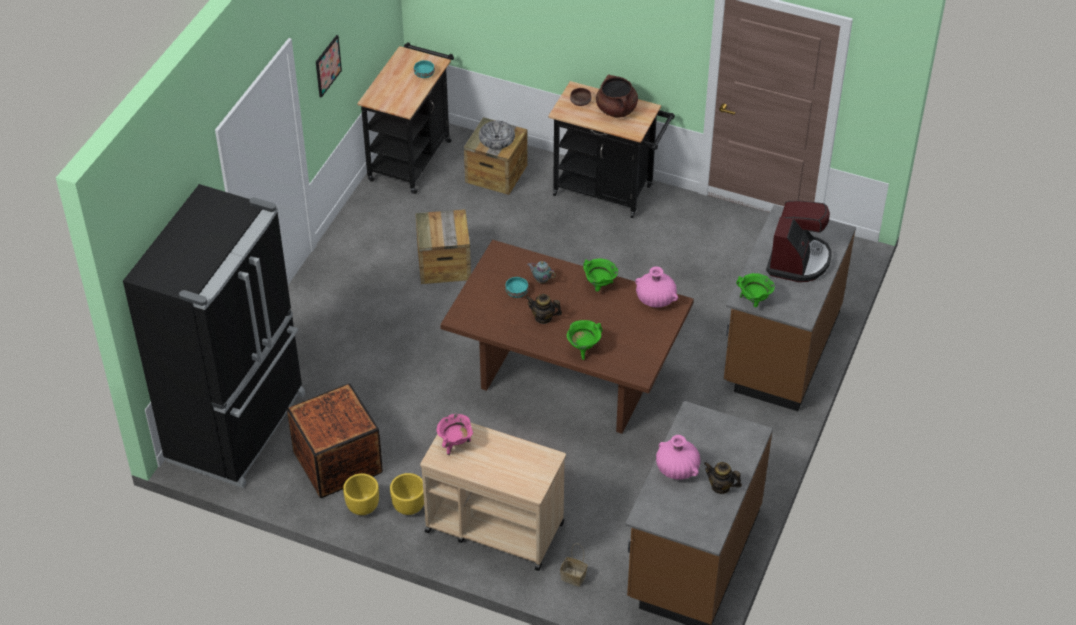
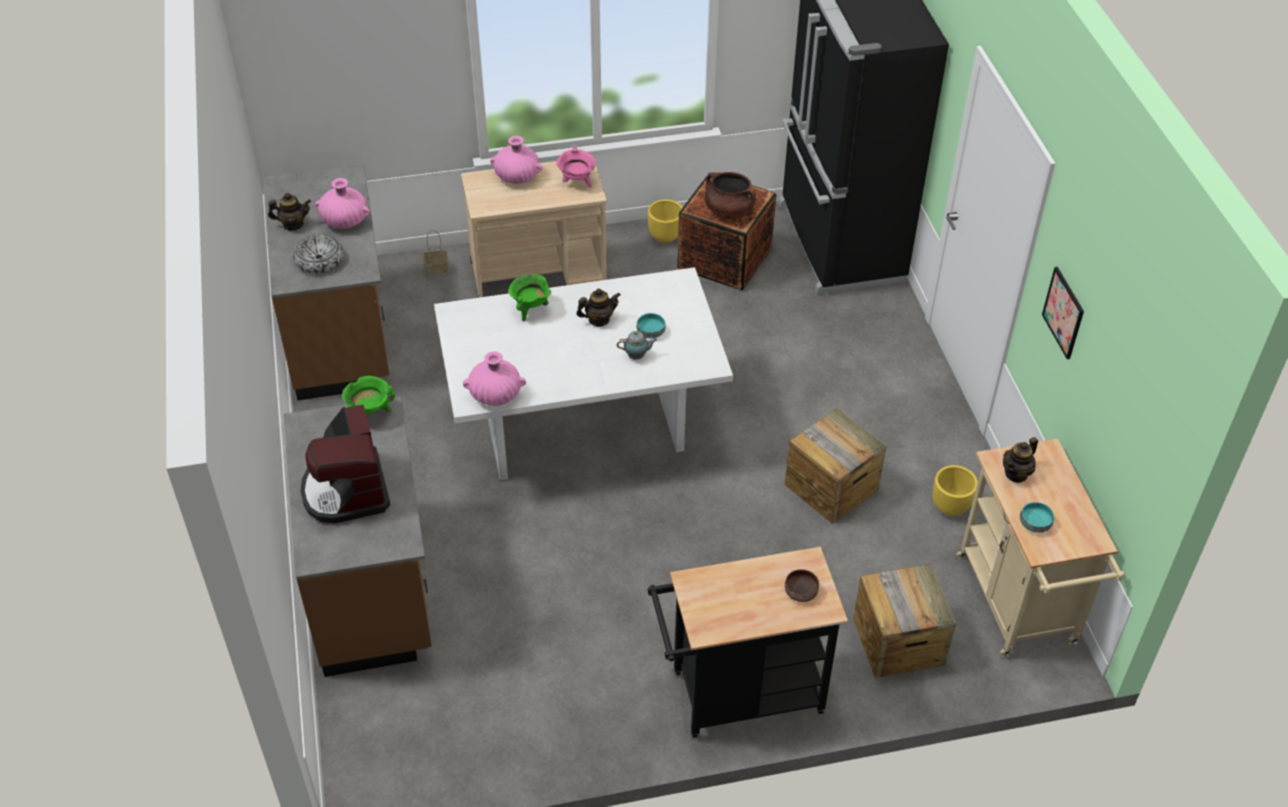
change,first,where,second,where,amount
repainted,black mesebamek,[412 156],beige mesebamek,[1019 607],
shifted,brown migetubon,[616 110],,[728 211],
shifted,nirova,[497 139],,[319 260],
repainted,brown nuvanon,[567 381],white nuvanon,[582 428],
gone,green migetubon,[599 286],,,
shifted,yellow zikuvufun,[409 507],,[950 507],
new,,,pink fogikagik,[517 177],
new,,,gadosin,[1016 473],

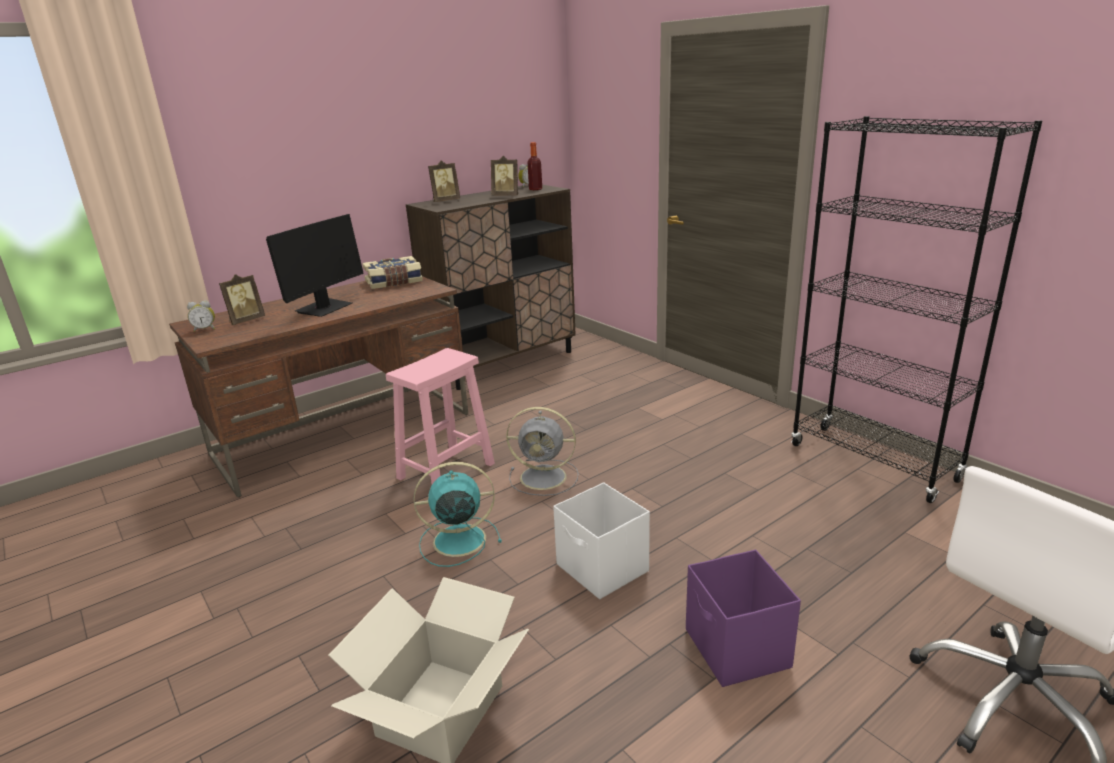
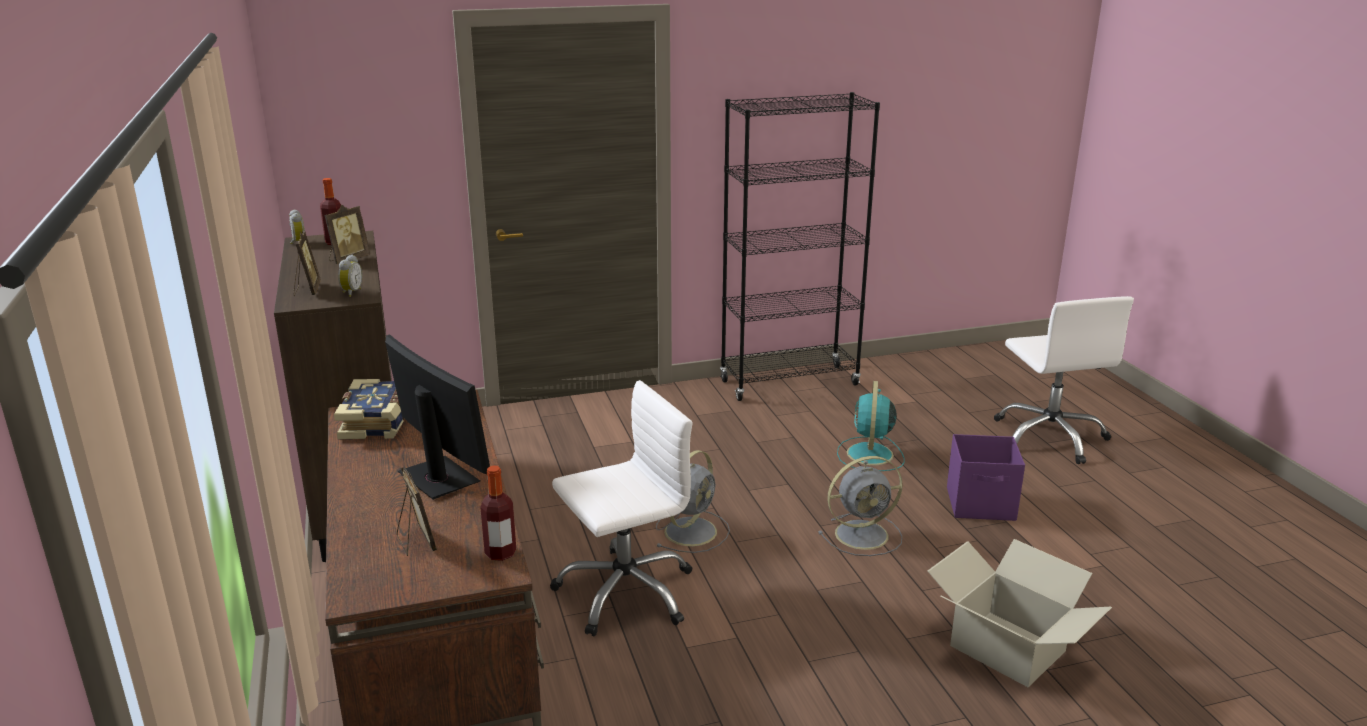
change,first,where,second,where,amount
shifted,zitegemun,[205 329],,[350 292],
swapped,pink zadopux,[445 472],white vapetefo,[625 592],
shifted,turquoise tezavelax,[457 540],,[870 455],
swapped,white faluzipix,[602 569],grey tezavelax,[864 534],
new,,,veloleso,[500 553],

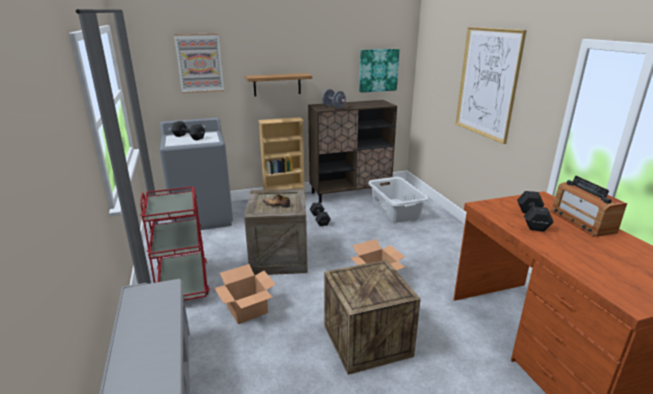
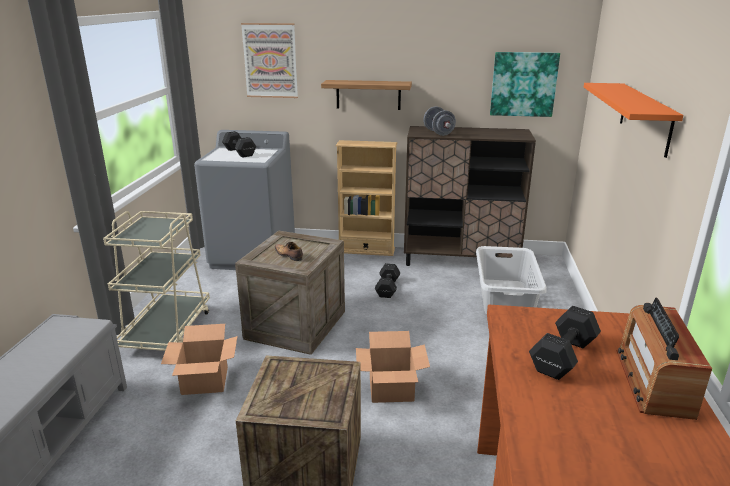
change,first,where,second,where,amount
swapped,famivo,[487 83],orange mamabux,[645 117],
repainted,red mesebamek,[183 284],beige mesebamek,[167 330],

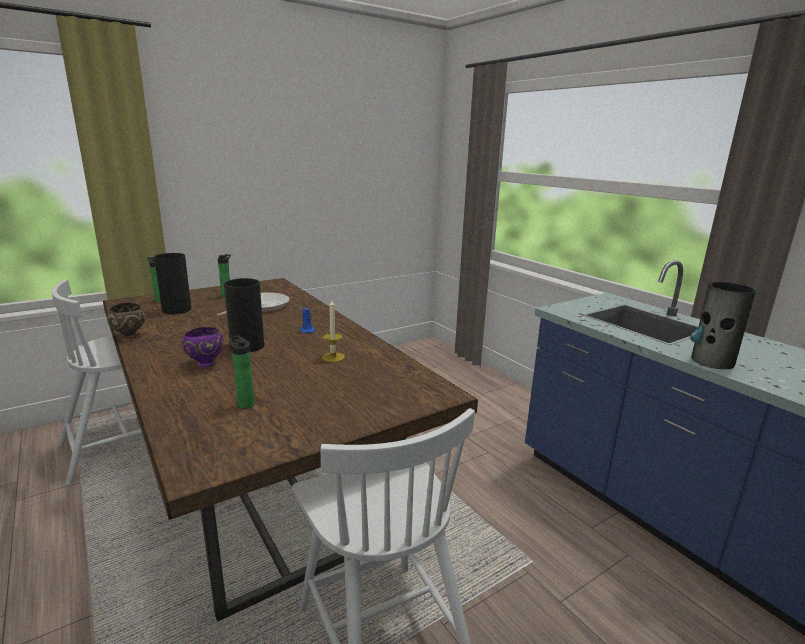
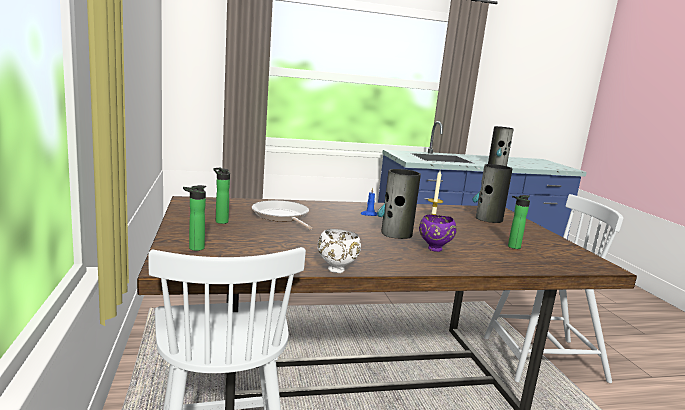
change,first,where,second,where,amount
shifted,fogikagik,[176 309],,[488 219],
repainted,brown nirova,[129 336],white nirova,[337 270],

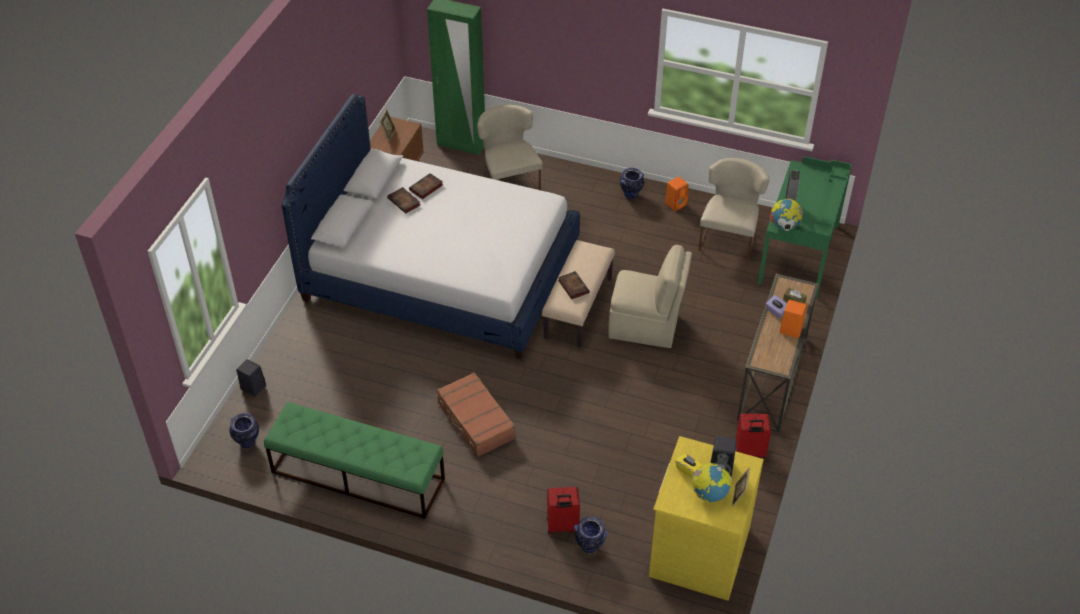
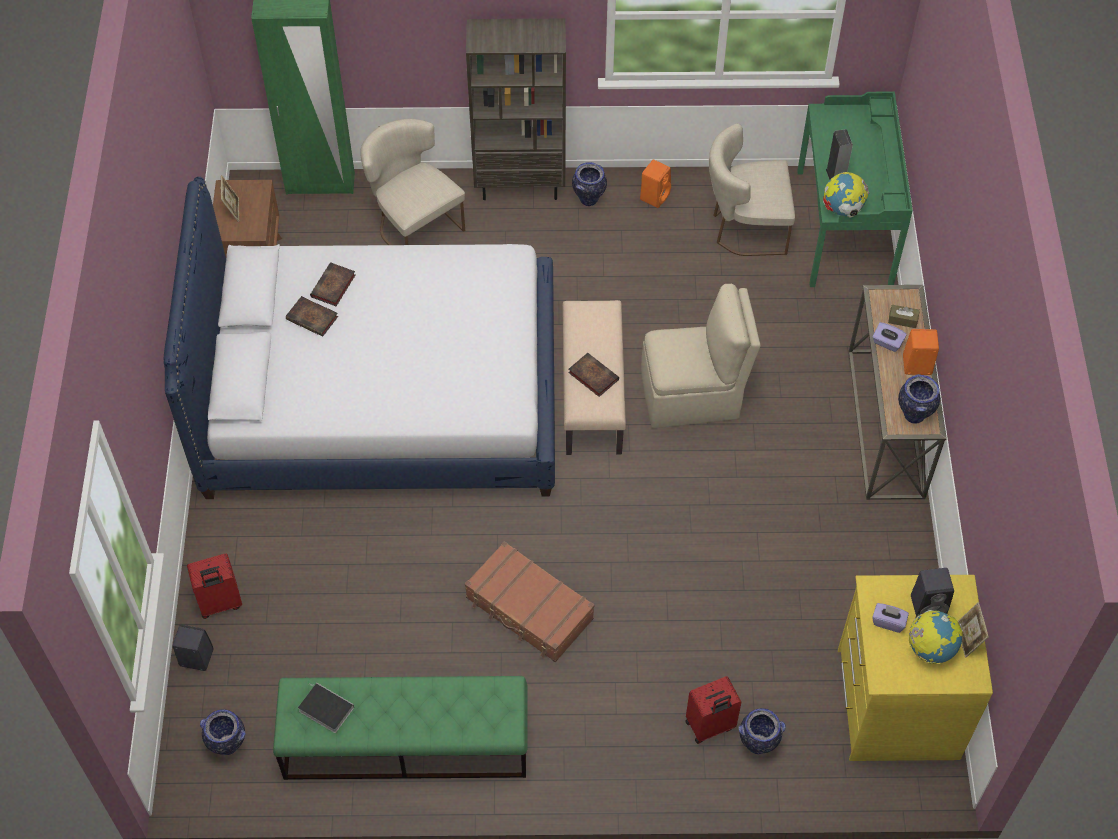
change,first,where,second,where,amount
rotated,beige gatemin,[729 237],,[745 228],90 degrees counterclockwise
shifted,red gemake,[749 452],,[220 604],
repainted,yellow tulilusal,[688 469],purple tulilusal,[888 622],
new,,,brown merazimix,[520 185],
new,,,fogikagik,[913 414],
new,,,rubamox,[324 709],

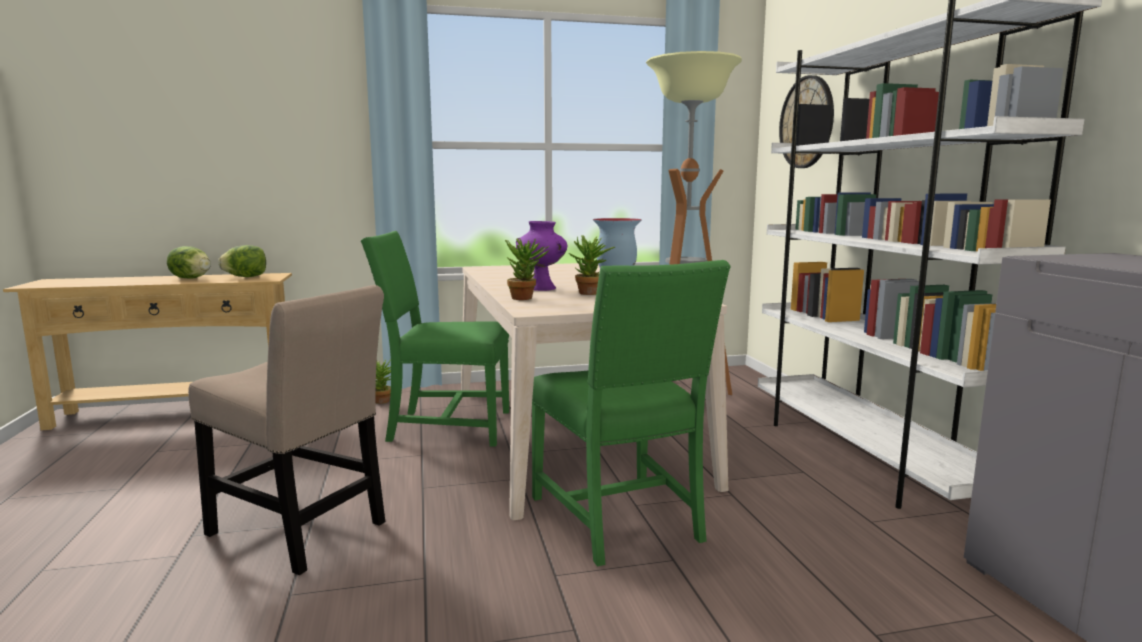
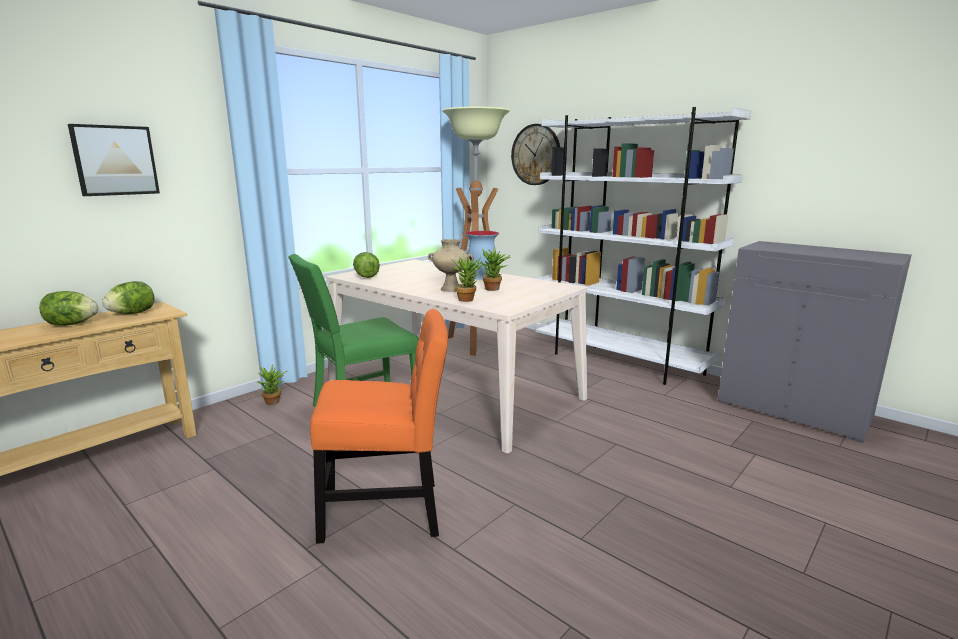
change,first,where,second,where,amount
repainted,purple fogikagik,[542 288],beige fogikagik,[451 289],
gone,green gatemin,[621 519],,,
repainted,beige gatemin,[301 532],orange gatemin,[388 511],
new,,,famivo,[115 160],
new,,,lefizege,[366 276],

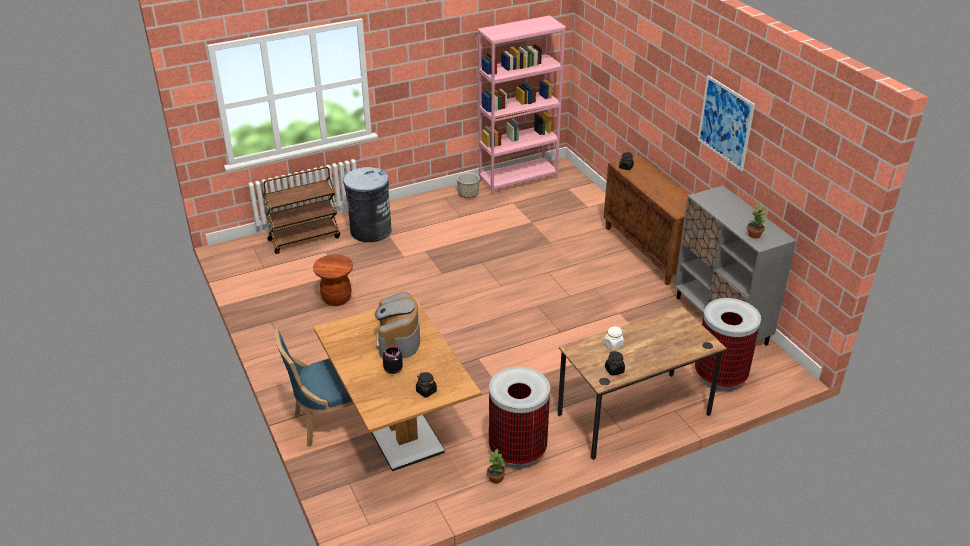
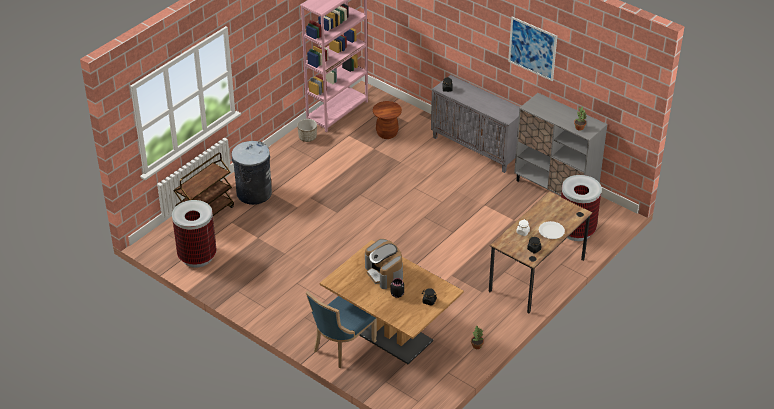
change,first,where,second,where,amount
repainted,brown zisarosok,[649 251],grey zisarosok,[477 148],
shifted,brown zadopux,[336 298],,[387 133],
shifted,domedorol,[517 450],,[197 256],
new,,,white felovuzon,[551 231],

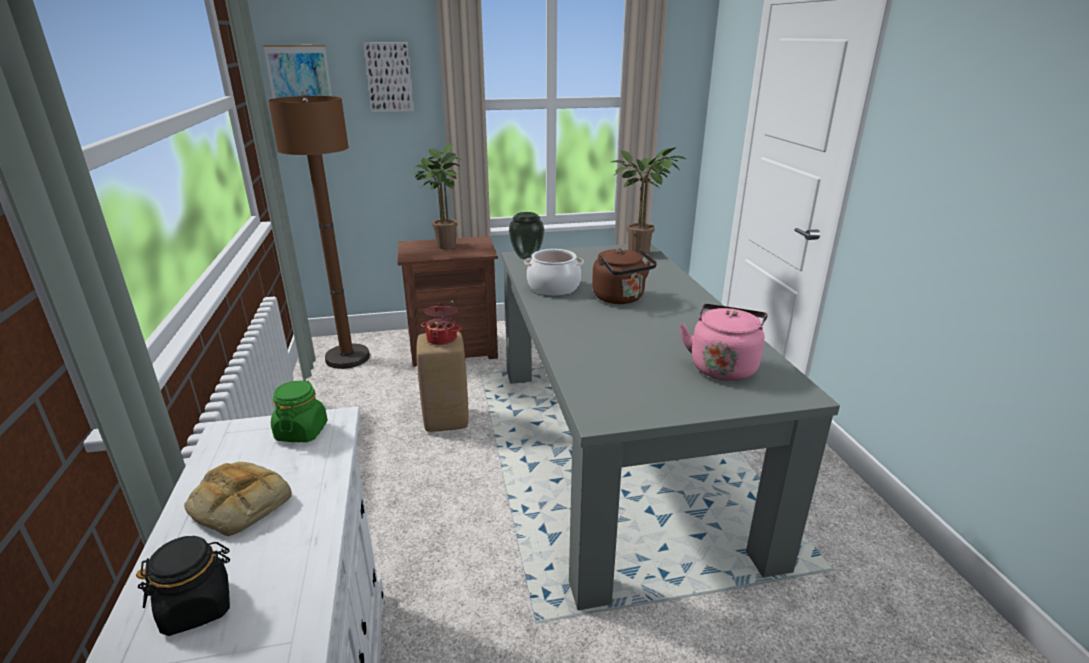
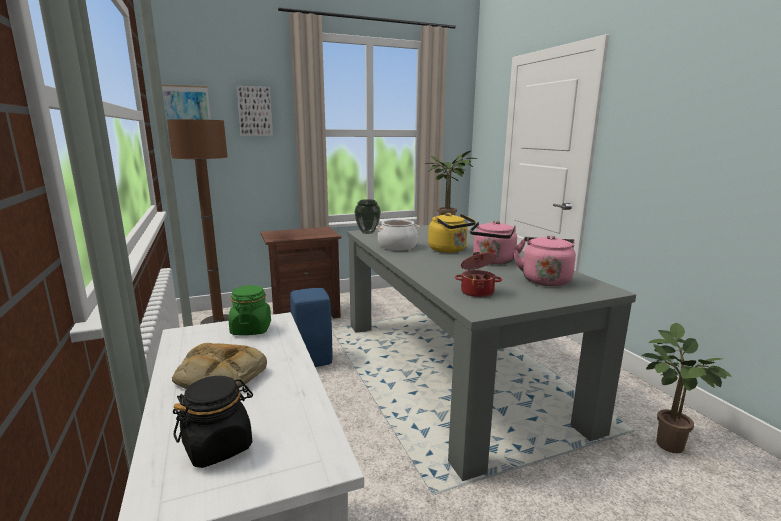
change,first,where,second,where,amount
shifted,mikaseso,[444 245],,[664 443],
repainted,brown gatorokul,[620 298],yellow gatorokul,[449 250],
shifted,migetubon,[442 338],,[477 292],
repainted,beige zadopux,[445 420],blue zadopux,[312 360],
new,,,pink gatorokul,[493 261],

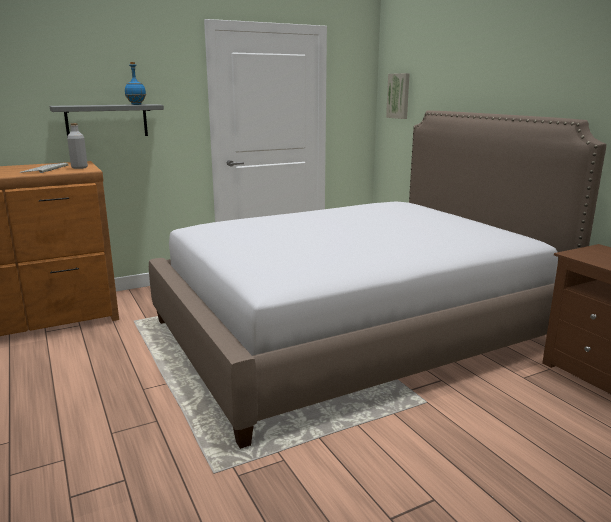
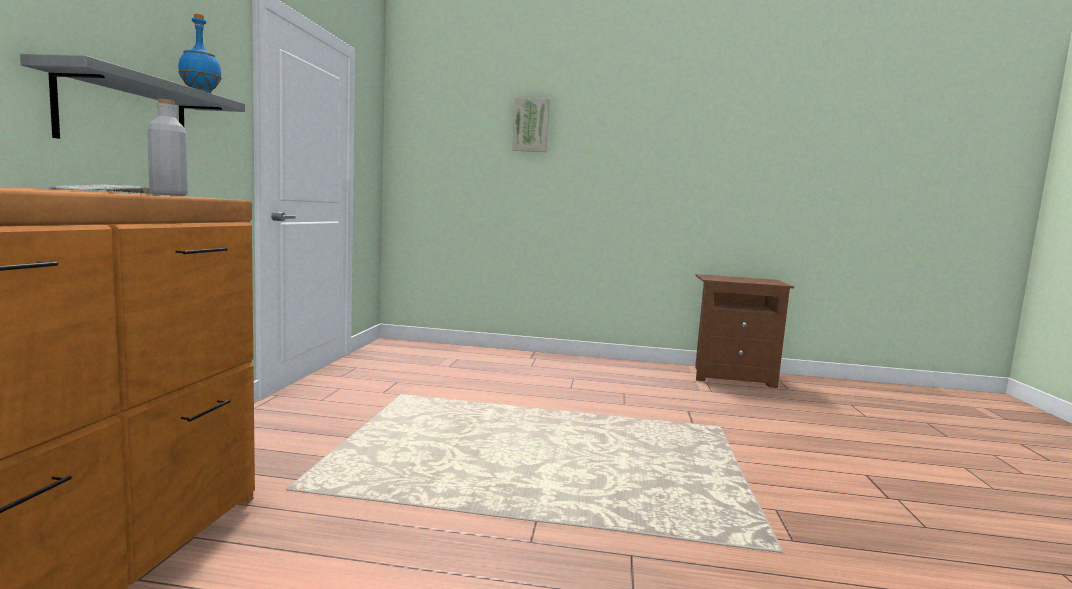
change,first,where,second,where,amount
shifted,famivo,[399 96],,[531 125],
gone,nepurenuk,[354 333],,,

